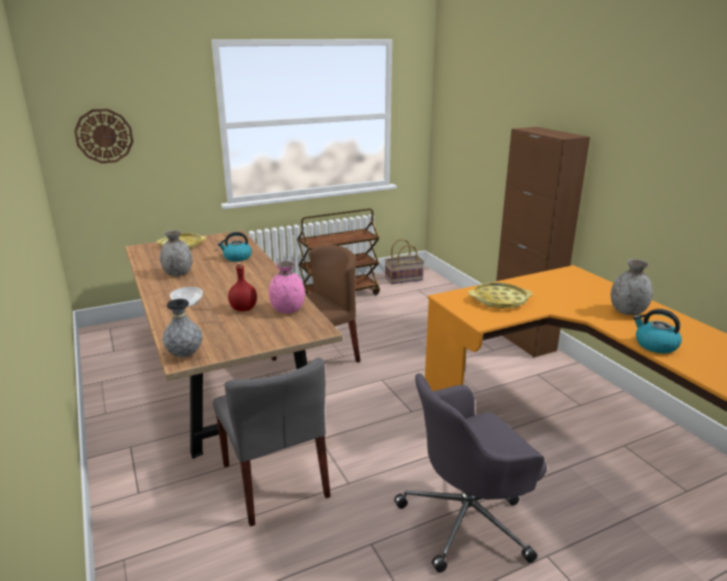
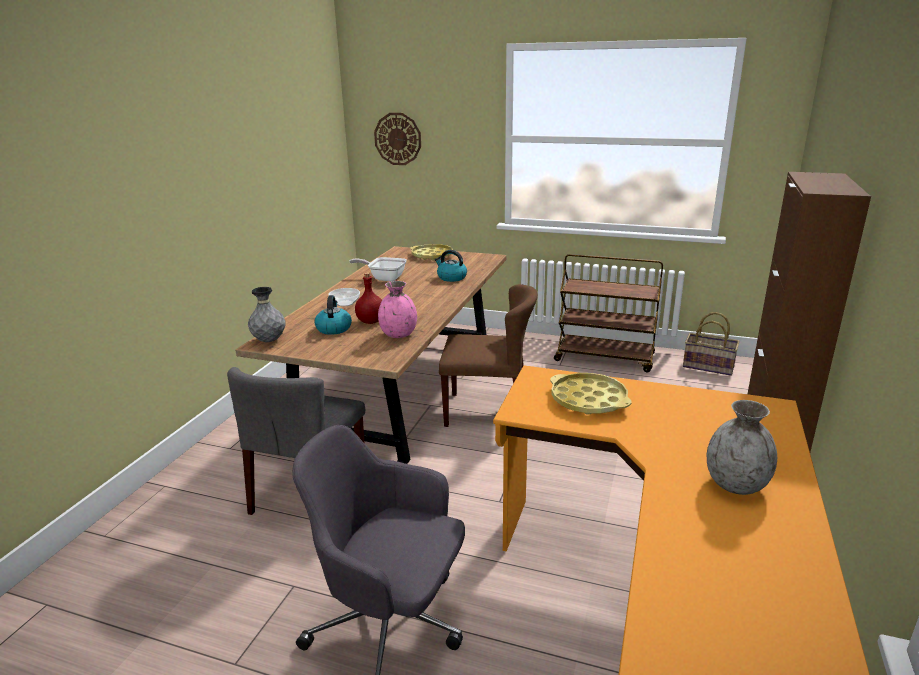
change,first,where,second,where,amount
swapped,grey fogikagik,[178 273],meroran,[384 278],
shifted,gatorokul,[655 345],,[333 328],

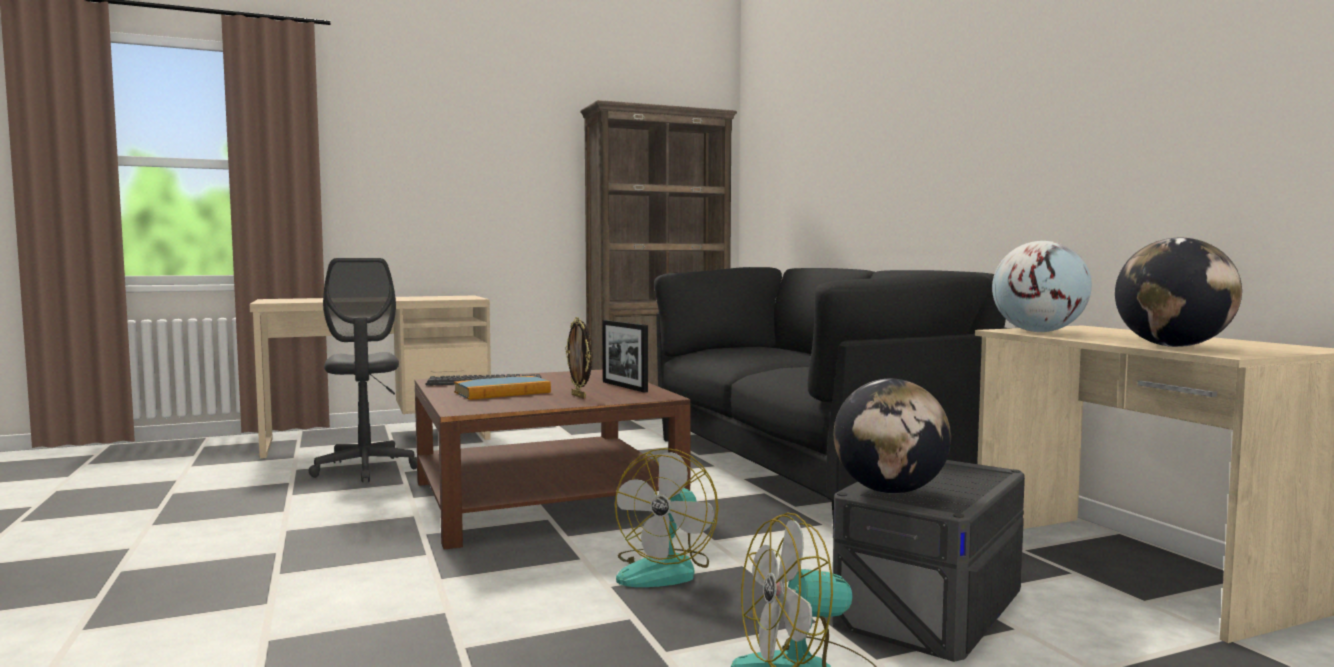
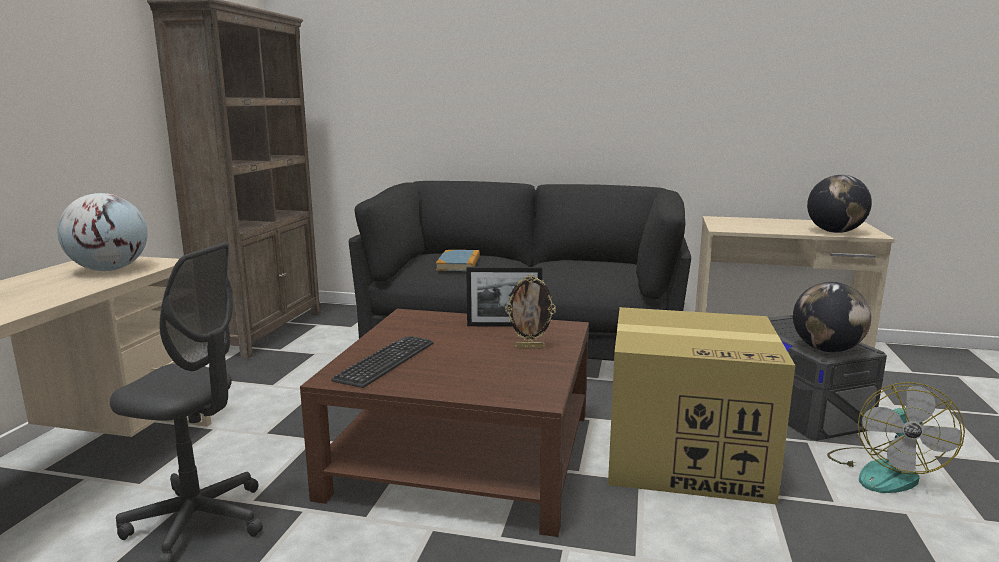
change,first,where,second,where,amount
shifted,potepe,[1038 332],,[109 270],
shifted,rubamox,[502 392],,[458 263],
swapped,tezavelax,[665 569],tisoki,[688 457],

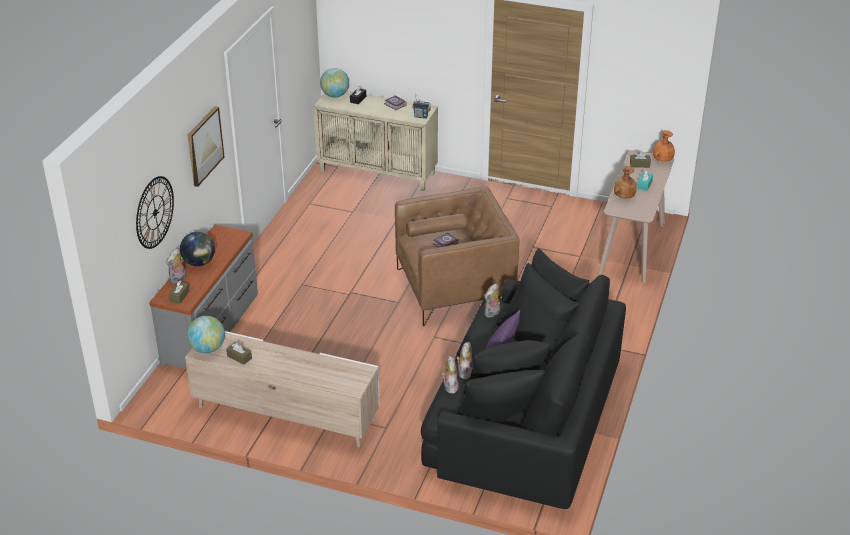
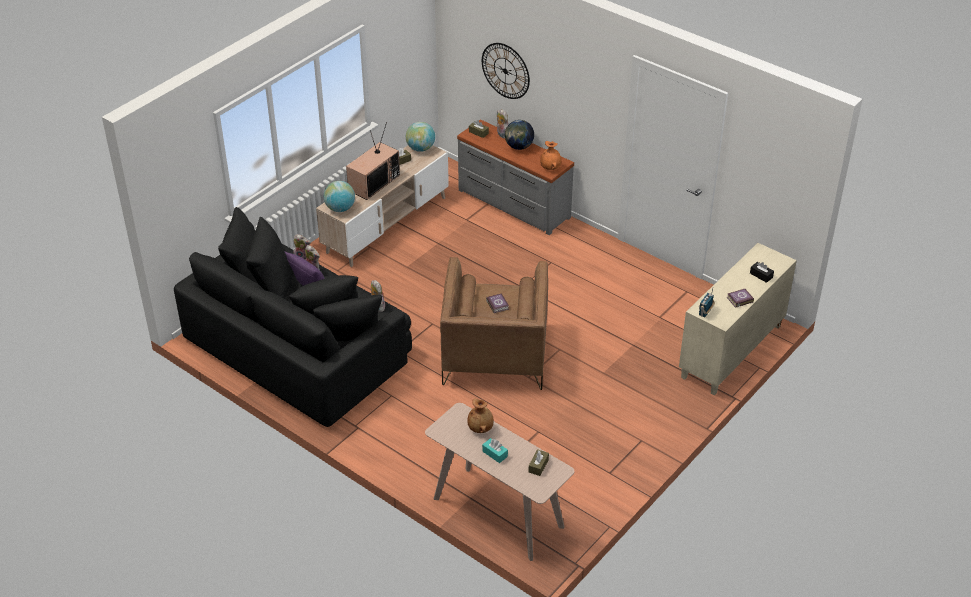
change,first,where,second,where,amount
shifted,potepe,[335 95],,[340 208],
gone,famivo,[204 145],,,
shifted,orange fogikagik,[662 160],,[550 167],
new,,,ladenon,[373 182],

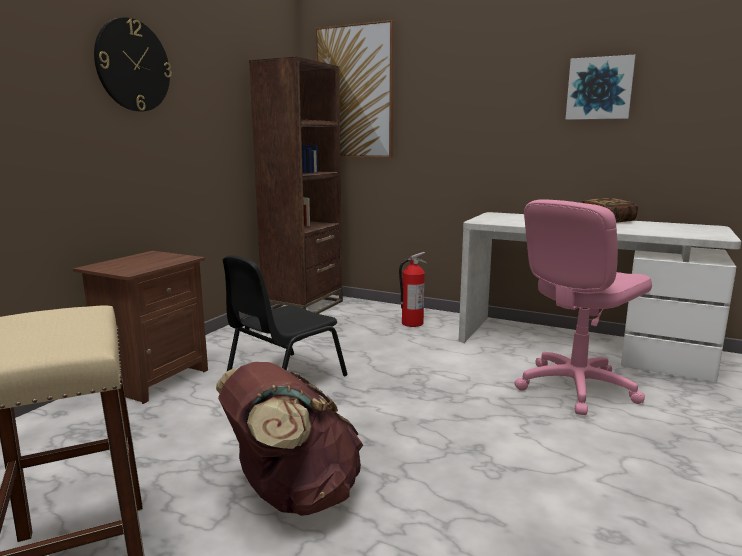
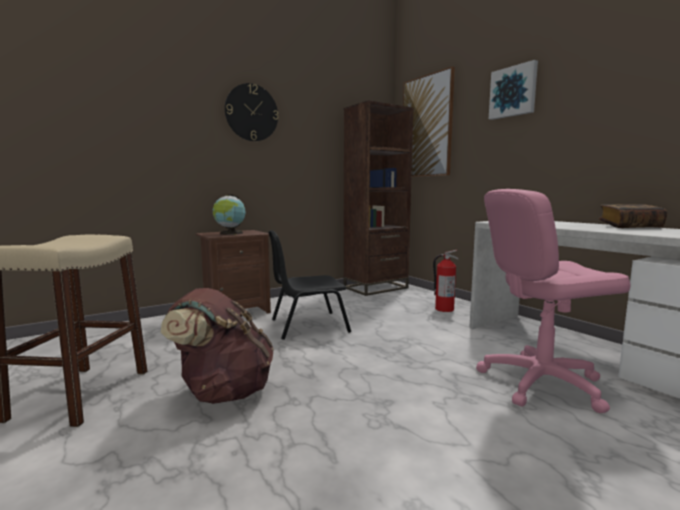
change,first,where,second,where,amount
shifted,famivo,[599 88],,[513 92],
new,,,potepe,[230 233],

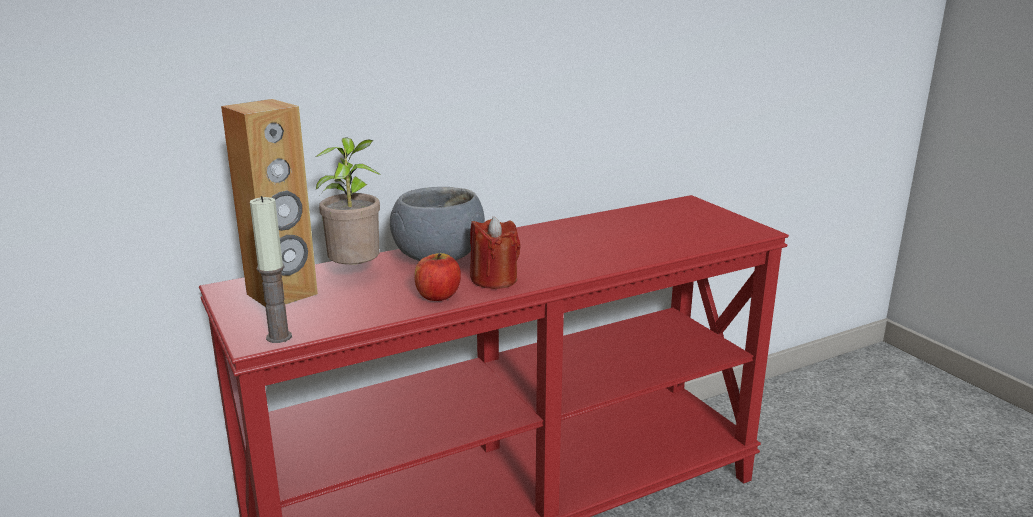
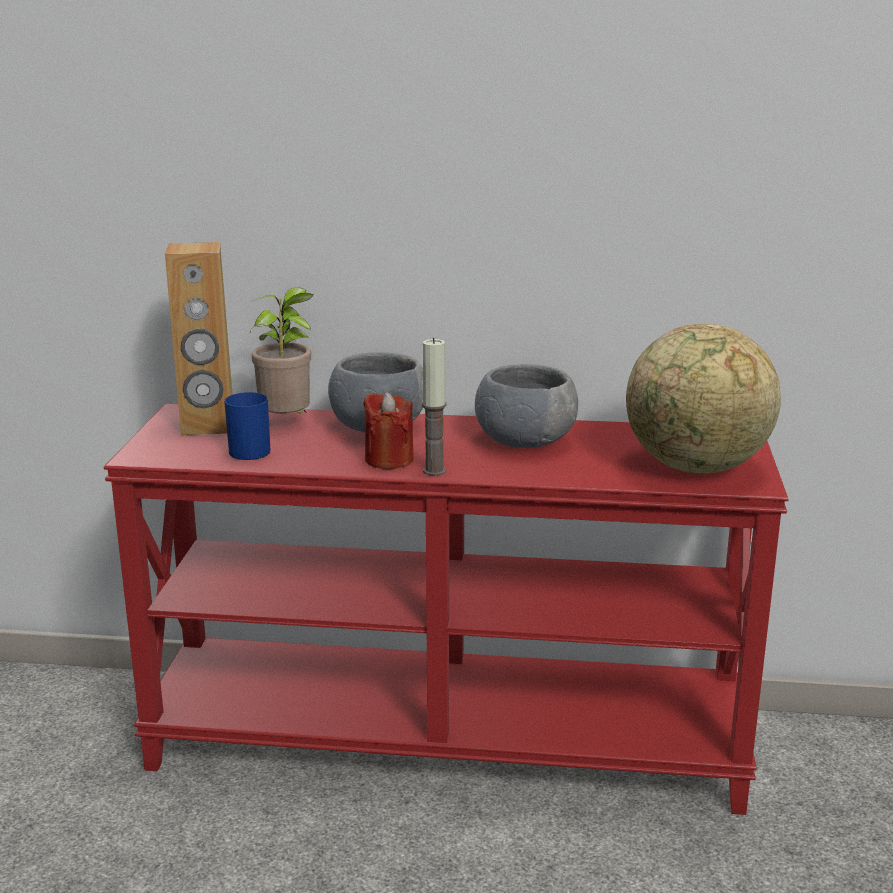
change,first,where,second,where,amount
shifted,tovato,[279 337],,[434 471],
gone,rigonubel,[438 296],,,
new,,,potepe,[696 468],
new,,,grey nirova,[525 441],
new,,,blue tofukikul,[246 450],

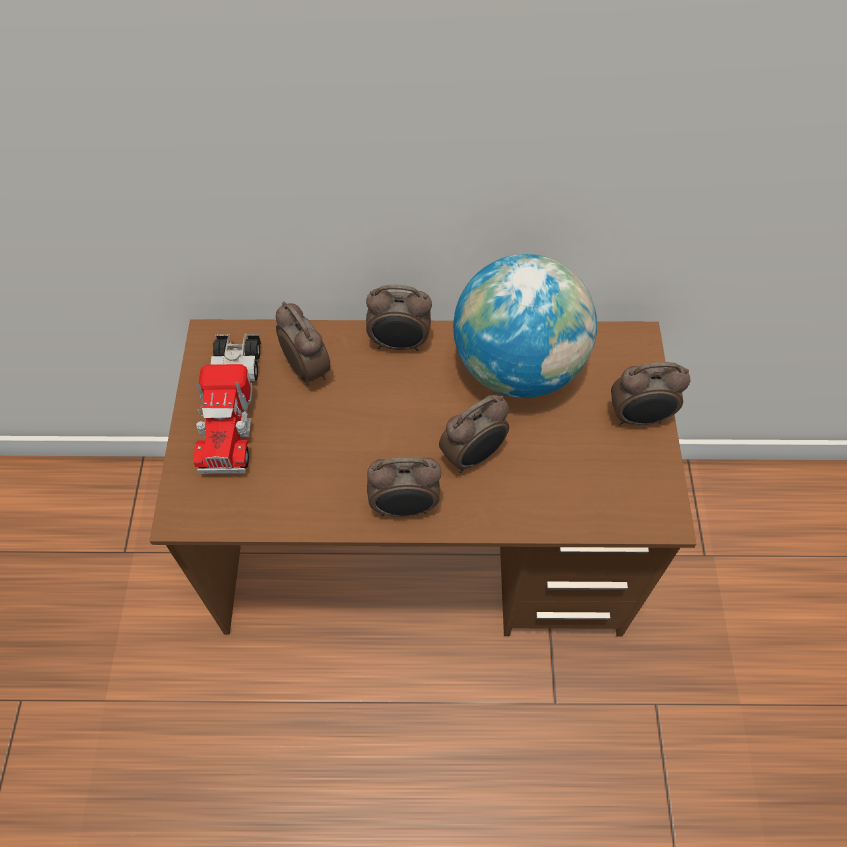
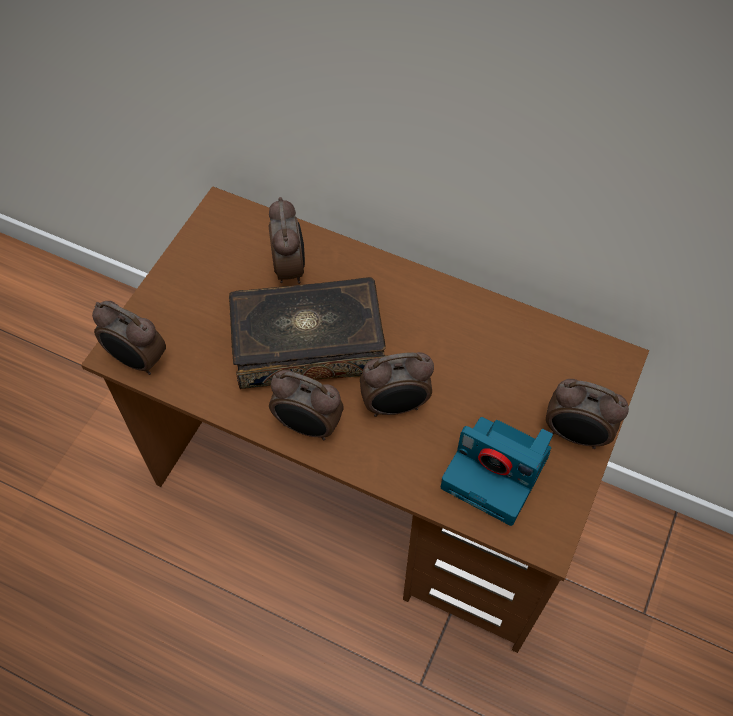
change,first,where,second,where,amount
gone,potepe,[518 367],,,
shifted,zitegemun,[399 344],,[137 361],
gone,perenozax,[232 407],,,
new,,,rubamox,[309 344],
new,,,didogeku,[498 472],

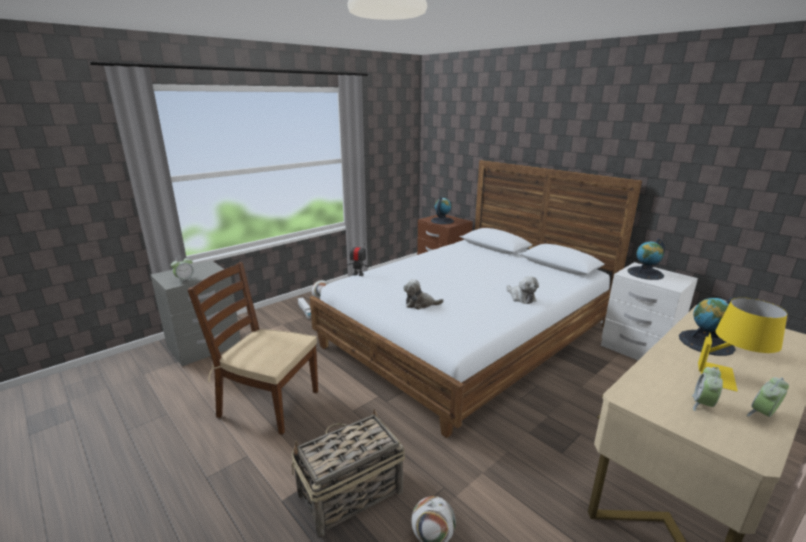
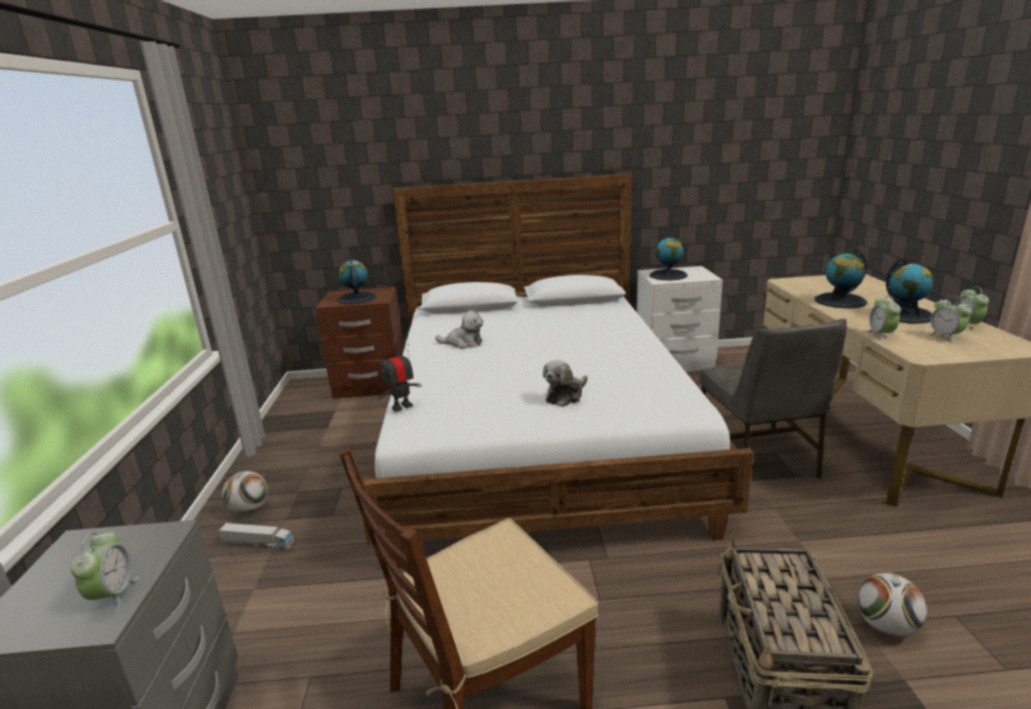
change,first,where,second,where,amount
shifted,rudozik,[521 297],,[463 343],
swapped,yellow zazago,[729 378],potepe,[905 315],
new,,,zitegemun,[881 335],
new,,,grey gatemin,[758 459],

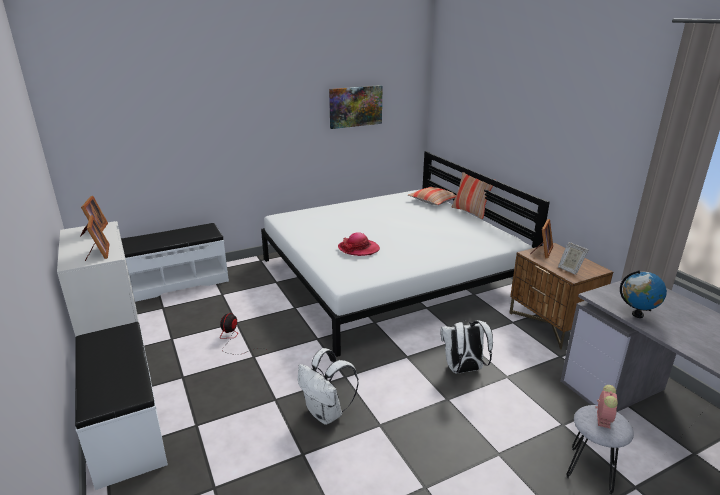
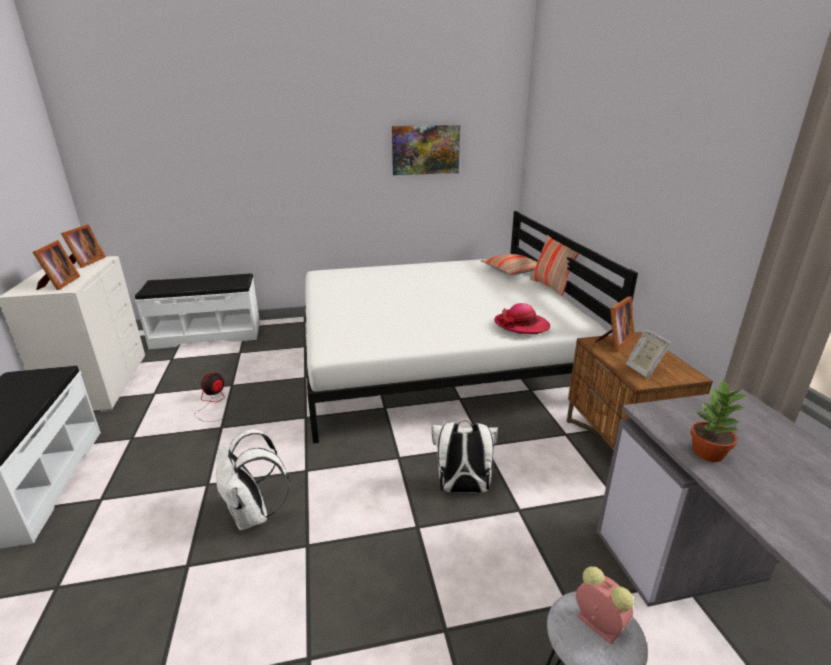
change,first,where,second,where,amount
shifted,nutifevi,[358 249],,[521 325],
swapped,potepe,[637 314],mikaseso,[707 453],
rotated,zitegemun,[603 418],,[596 622],75 degrees counterclockwise

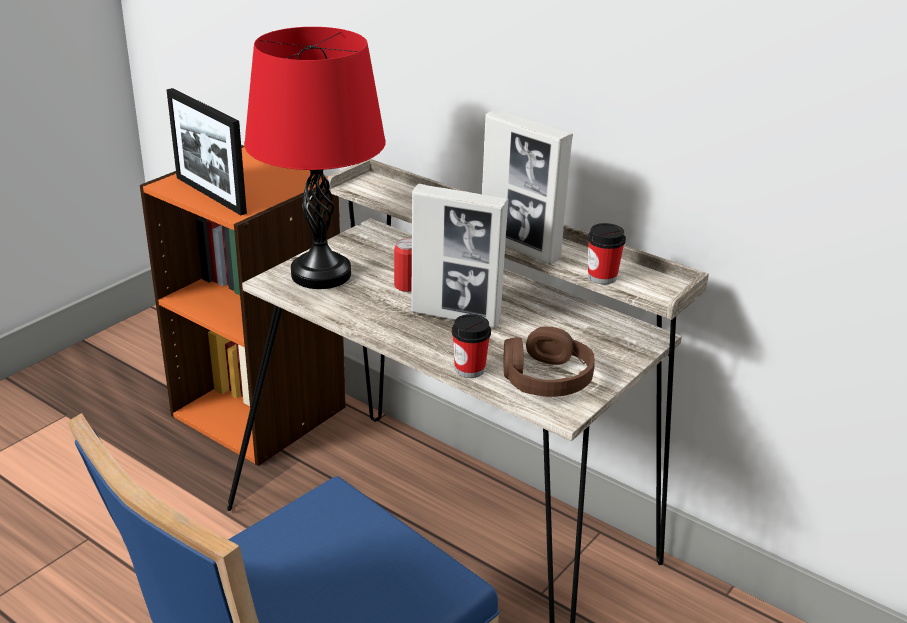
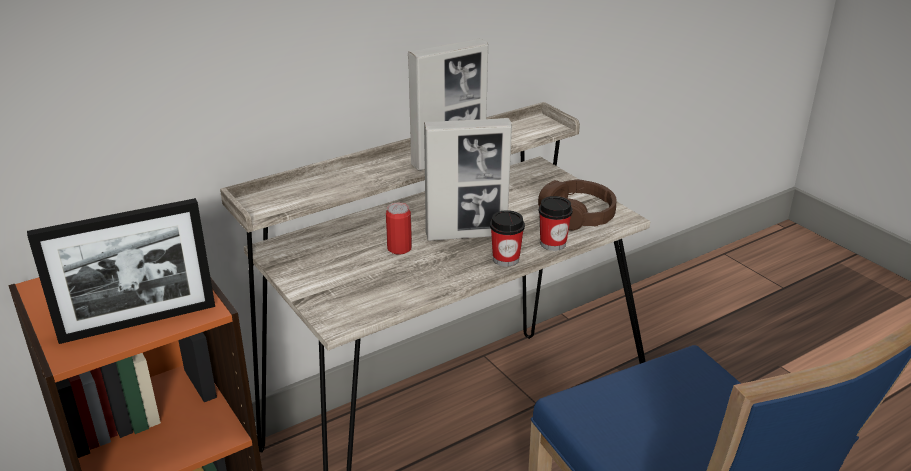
change,first,where,second,where,amount
gone,red zazago,[321 274],,,
rotated,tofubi,[456 316],,[466 234],45 degrees clockwise
shifted,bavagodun,[602 277],,[506 259],

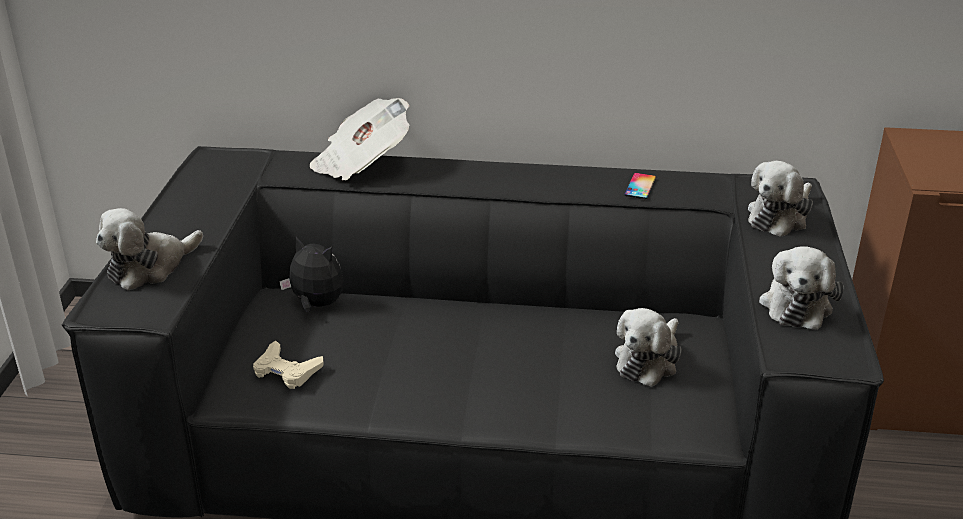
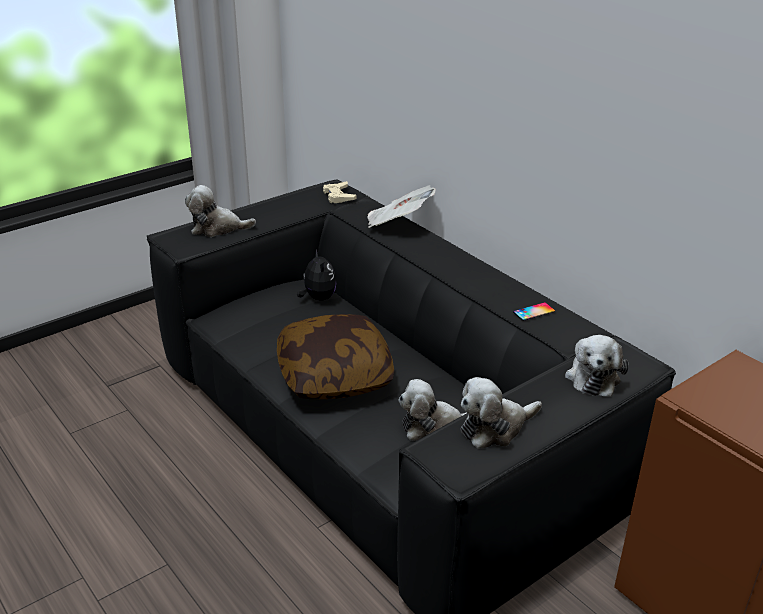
change,first,where,second,where,amount
rotated,rudozik,[780 217],,[593 376],75 degrees counterclockwise
shifted,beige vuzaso,[286 371],,[338 196],
new,,,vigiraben,[335 374],

